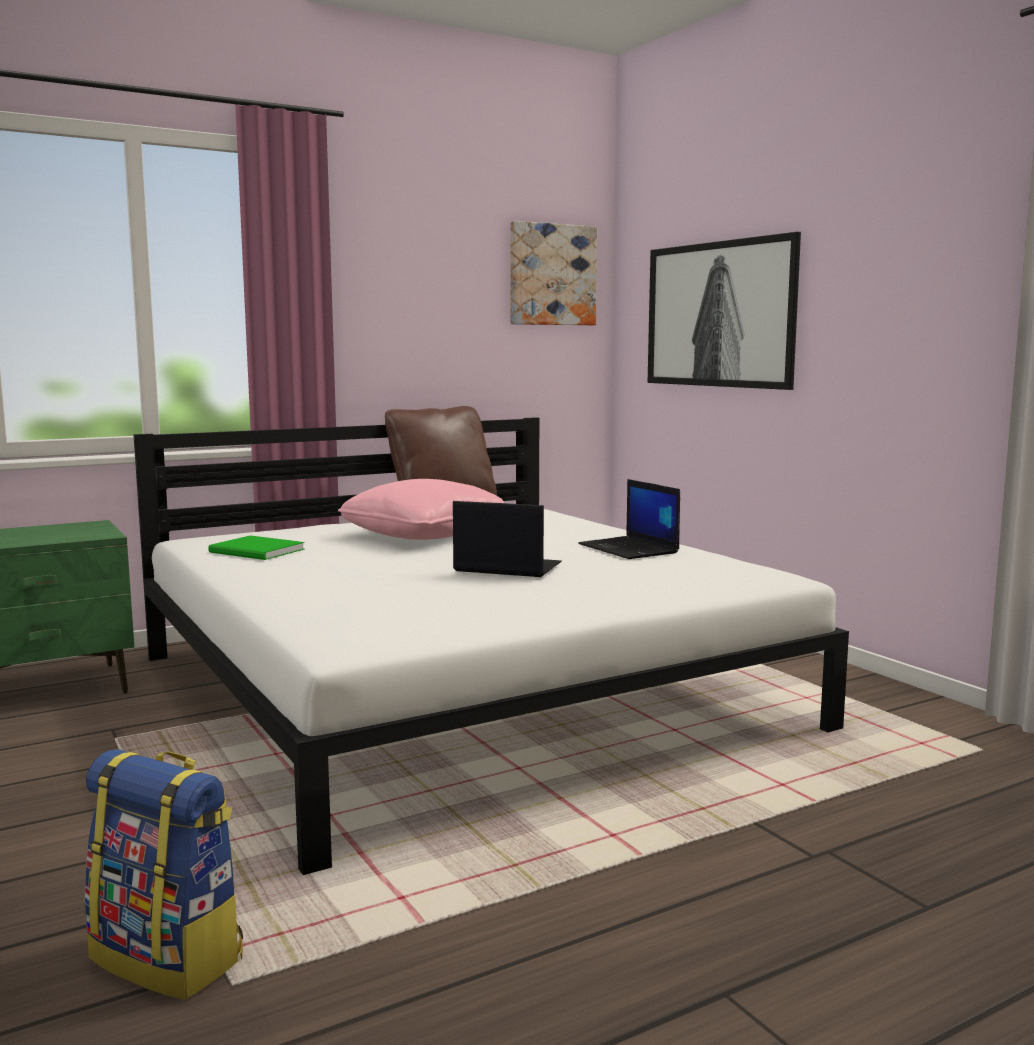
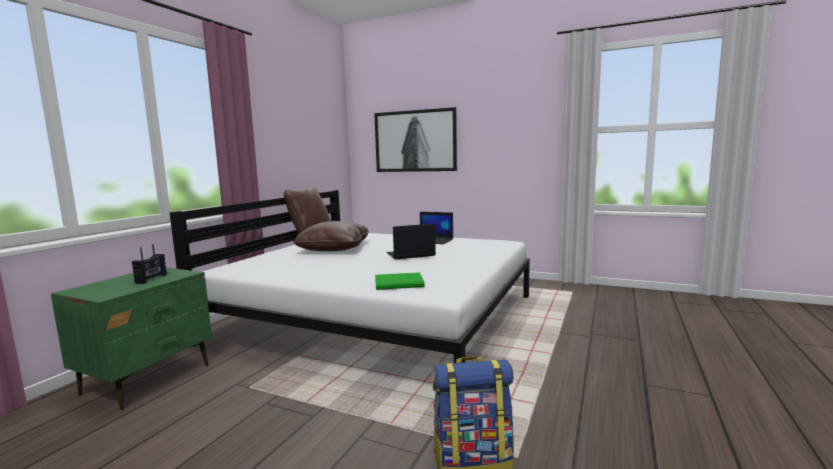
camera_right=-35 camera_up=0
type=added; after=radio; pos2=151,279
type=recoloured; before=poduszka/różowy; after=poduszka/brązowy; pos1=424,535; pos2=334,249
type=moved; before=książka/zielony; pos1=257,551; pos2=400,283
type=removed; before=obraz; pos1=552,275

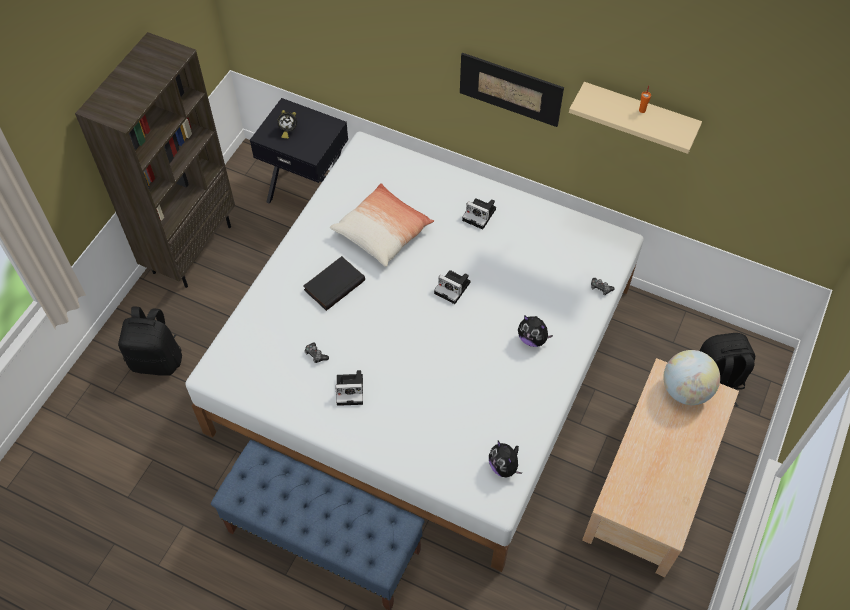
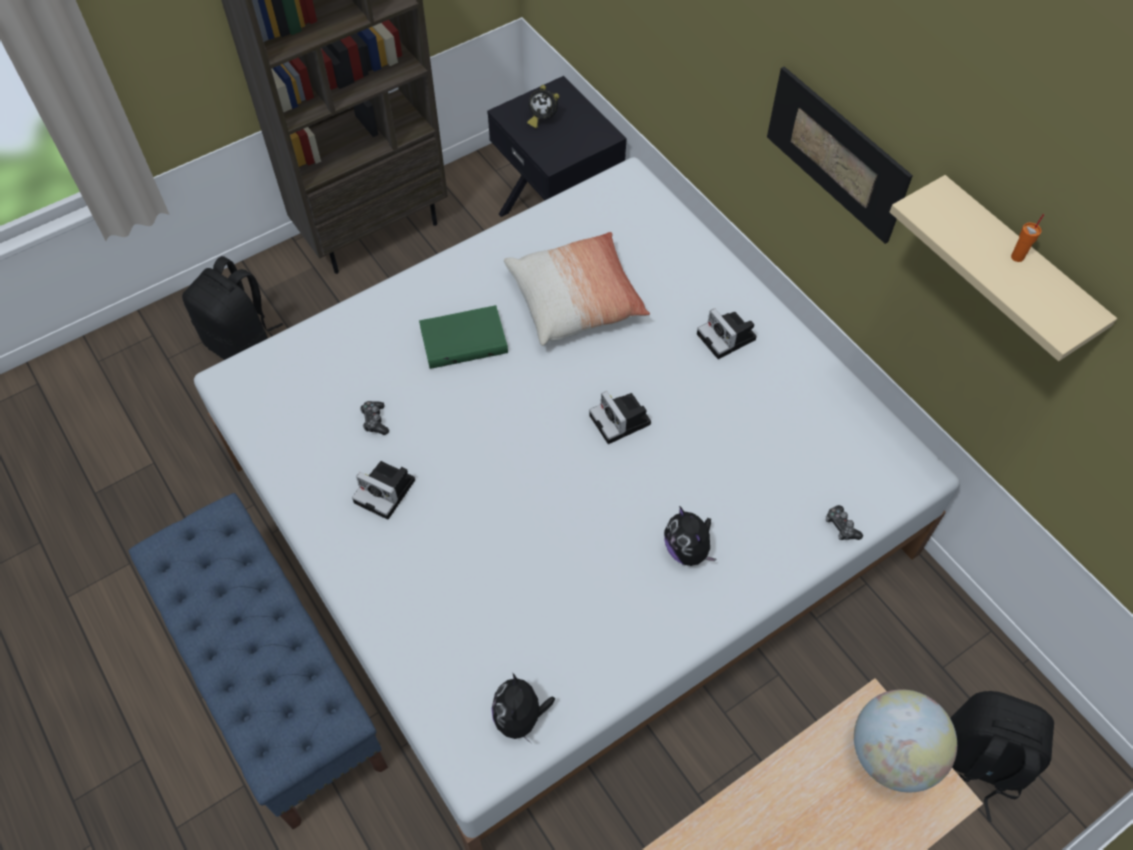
camera_right=30 camera_up=0
type=recoloured; before=książka/czarny; after=książka/zielony; pos1=334,284; pos2=464,339

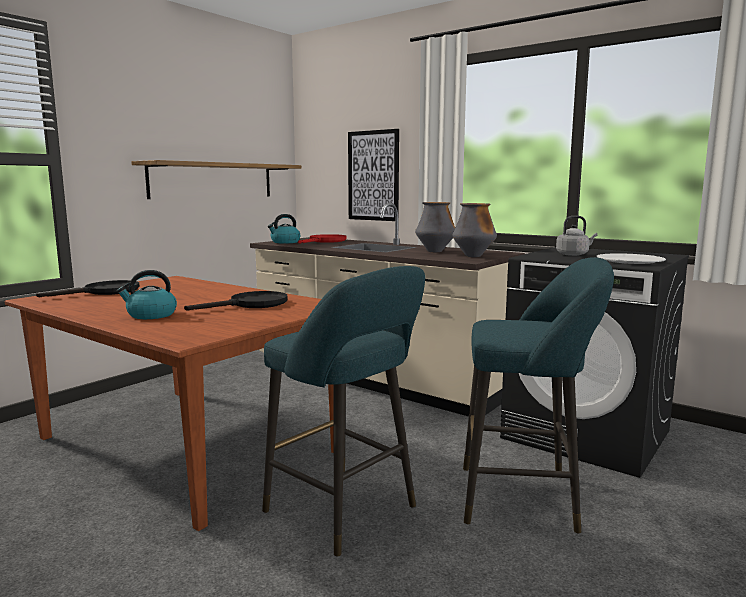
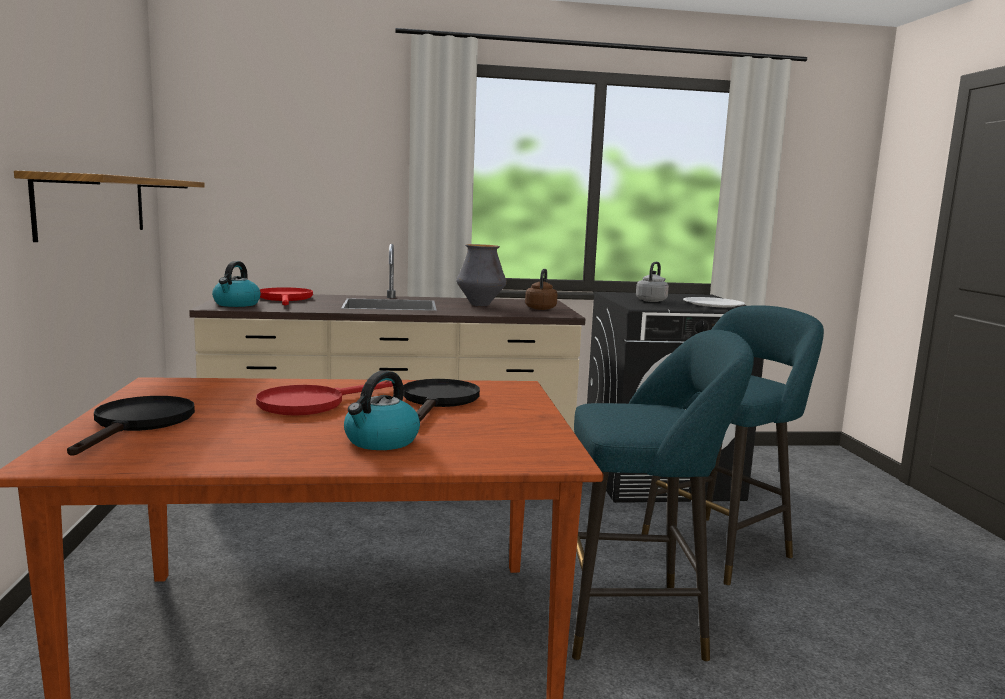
camera_right=-45 camera_up=0
type=added; after=patelnia/czerwony; pos2=311,403
type=replaced; before=wazon; after=czajnik/brązowy; pos1=473,256; pos2=541,308
type=removed; before=obraz; pos1=373,176

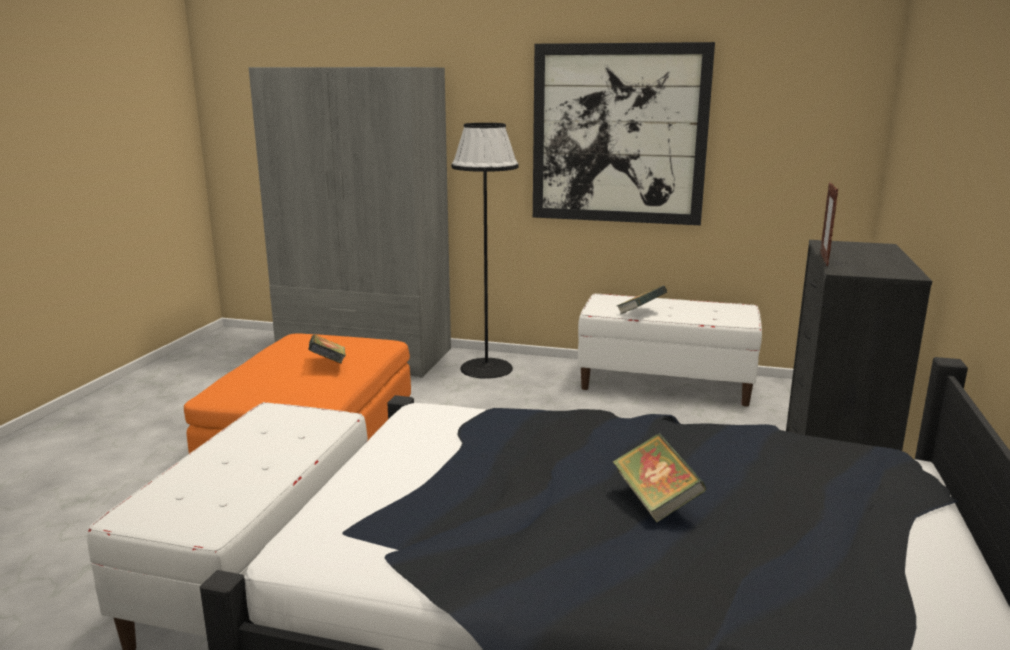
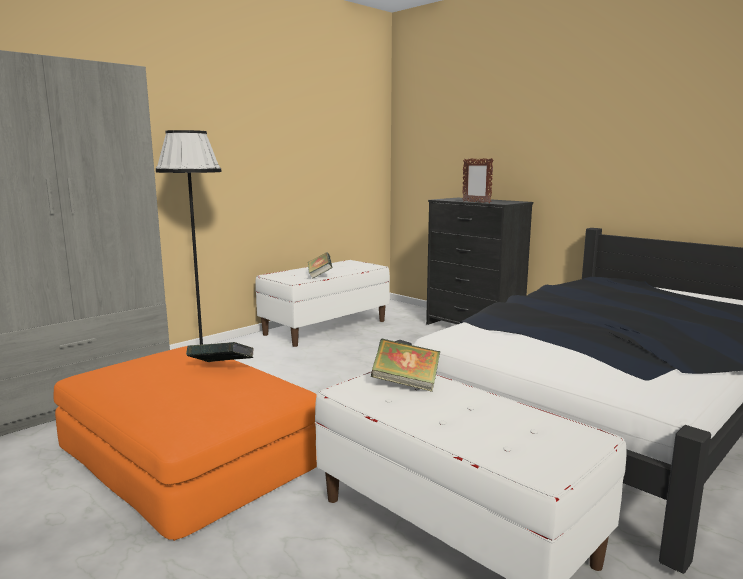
camera_right=-60 camera_up=-5
type=moved; before=książka; pos1=656,500; pos2=406,383
type=removed; before=obraz; pos1=618,134

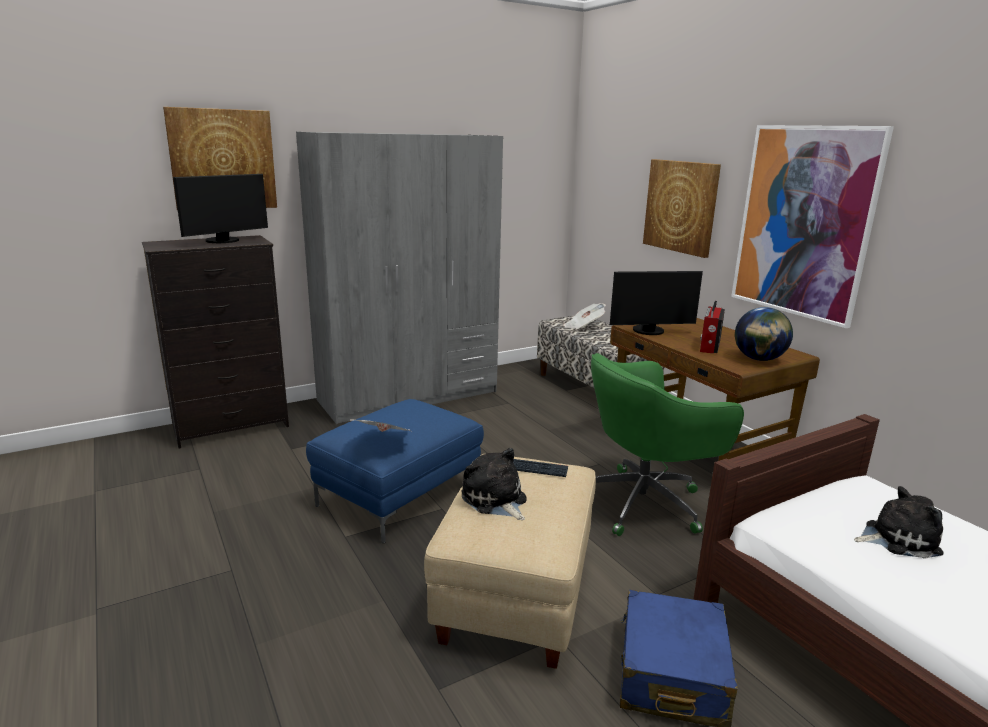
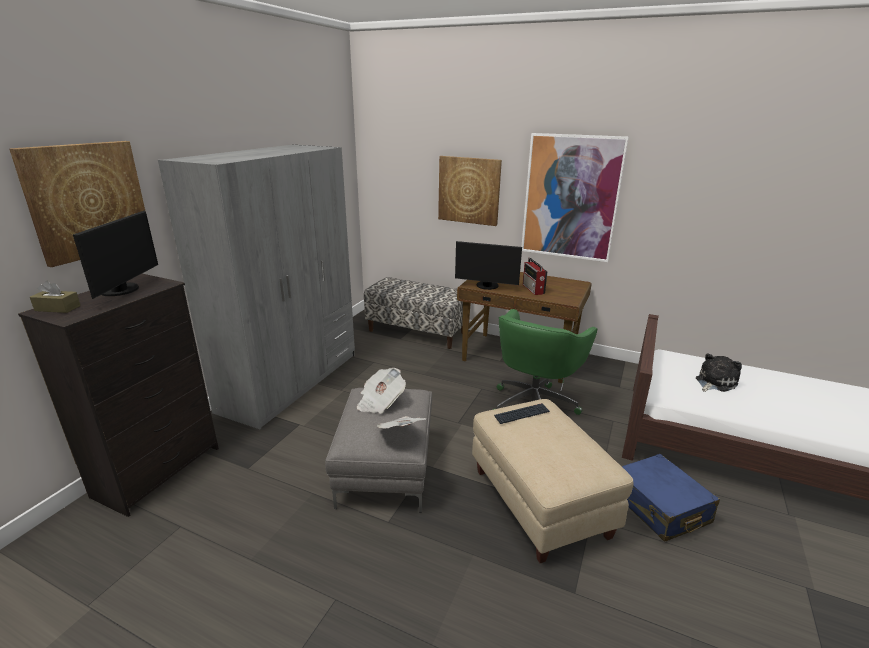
camera_right=-35 camera_up=5
type=added; after=pudełko chusteczek/brązowy; pos2=58,308
type=recoloured; before=pufa/niebieski; after=pufa/szary; pos1=399,493; pos2=385,467
type=moved; before=gazeta; pos1=583,326; pos2=380,402
type=turned; before=monitor; pos1=649,331; pos2=487,286; turn=60
type=removed; before=pluszak; pos1=495,500
type=removed; before=globus; pos1=759,359

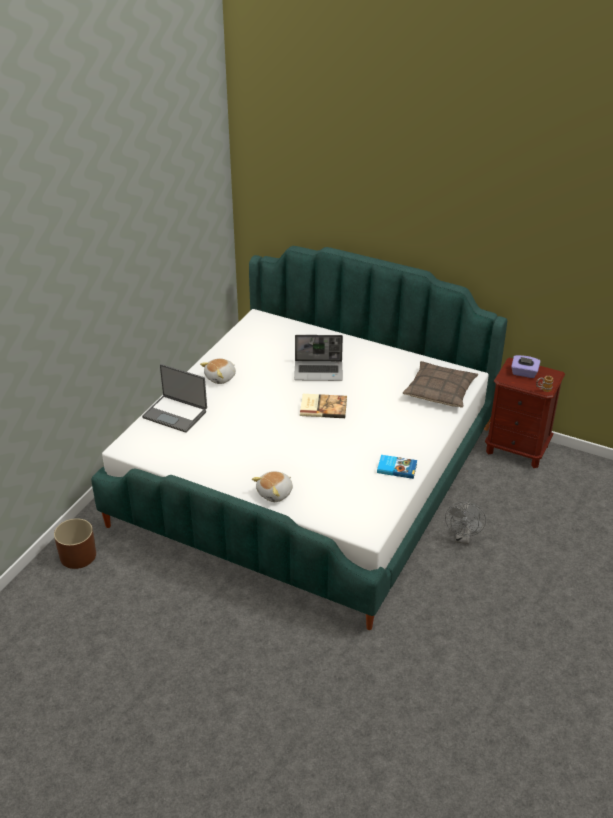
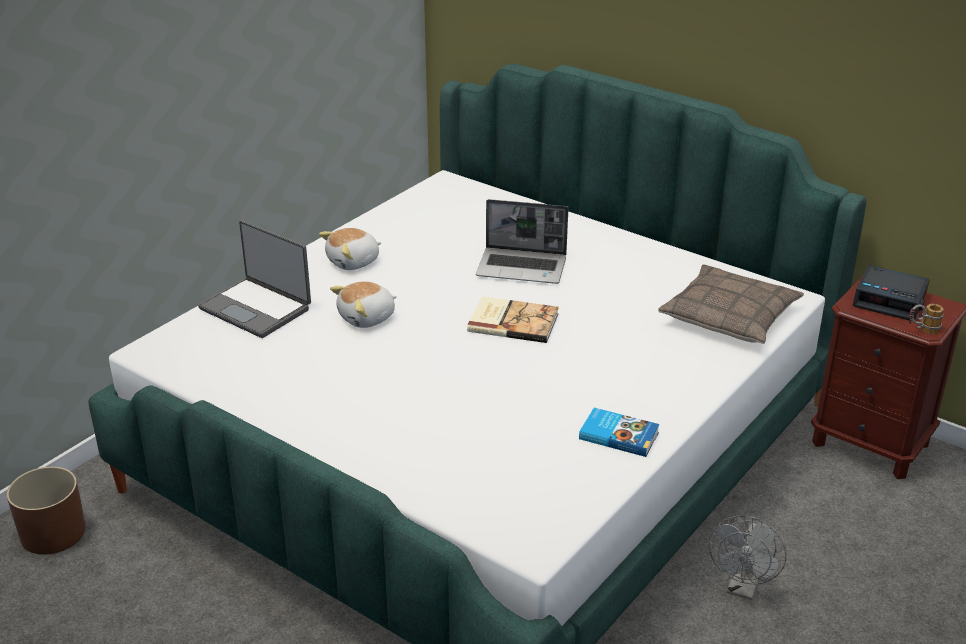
camera_right=10 camera_up=-5
type=moved; before=pluszak; pos1=275,493; pos2=367,318
type=replaced; before=pudełko chusteczek/fioletowy; after=budzik; pos1=524,373; pos2=890,300

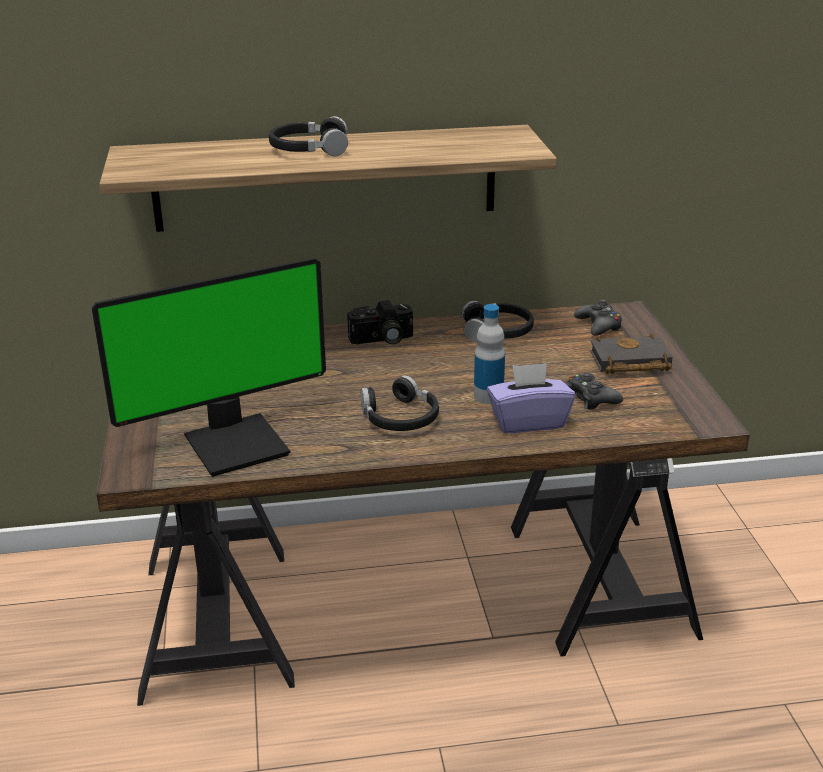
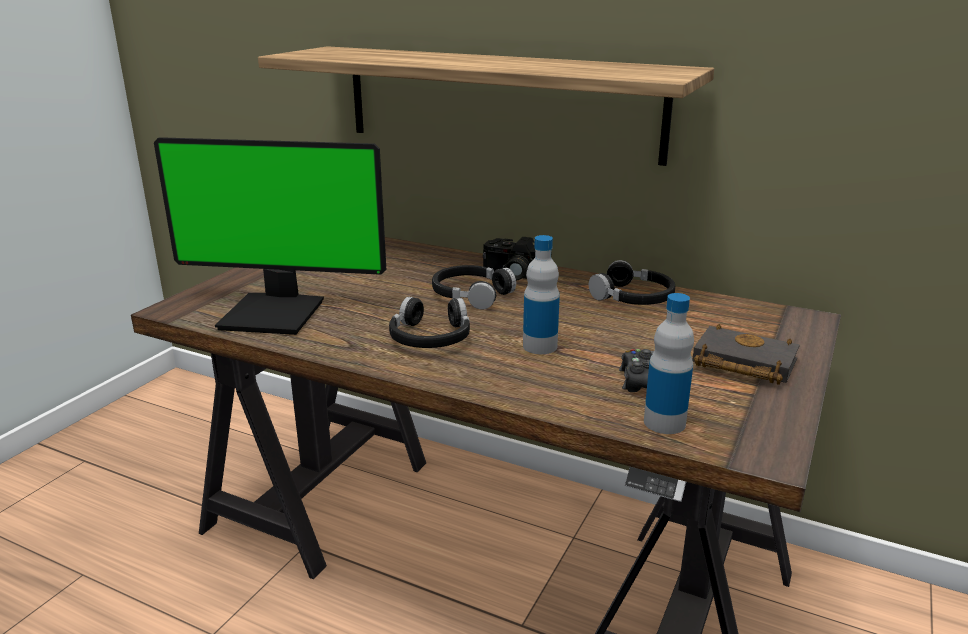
camera_right=35 camera_up=-5
type=moved; before=słuchawki/czarny; pos1=309,149; pos2=471,295
type=added; after=butelka; pos2=664,422
type=removed; before=pudełko chusteczek/fioletowy; pos1=528,421
type=removed; before=pad do gier/czarny; pos1=598,326

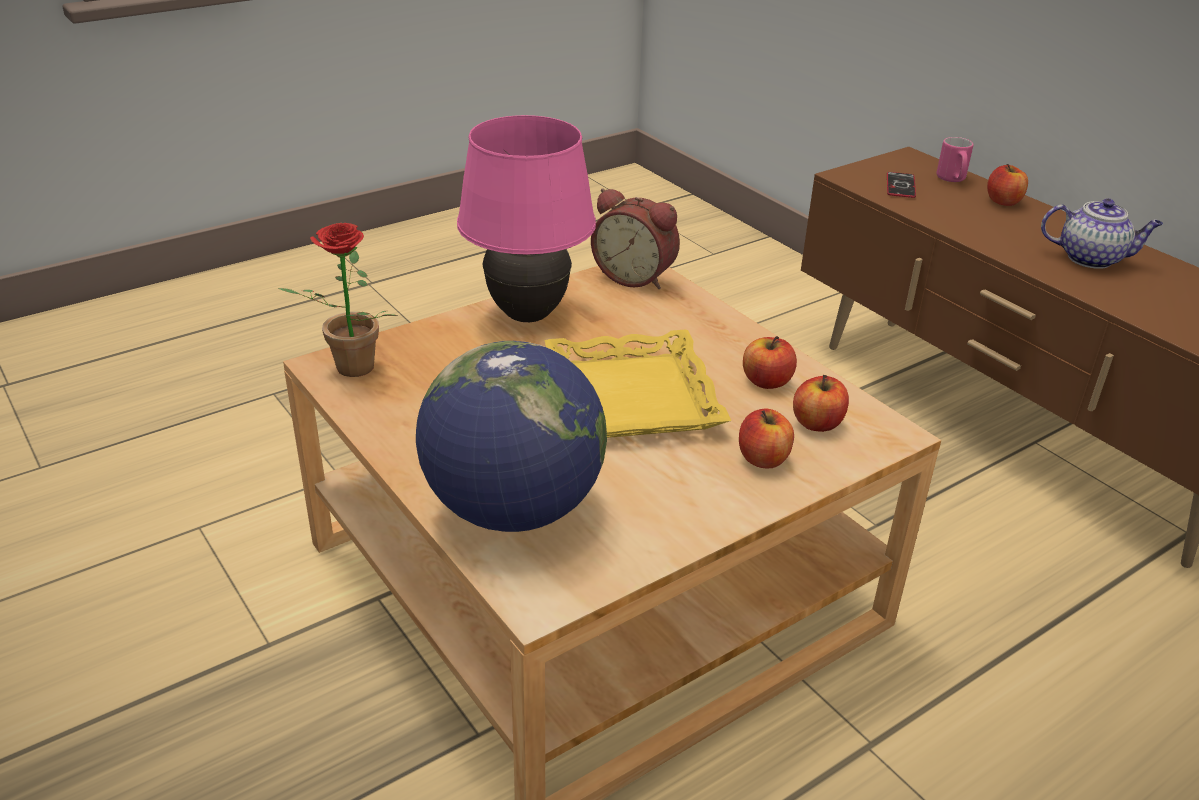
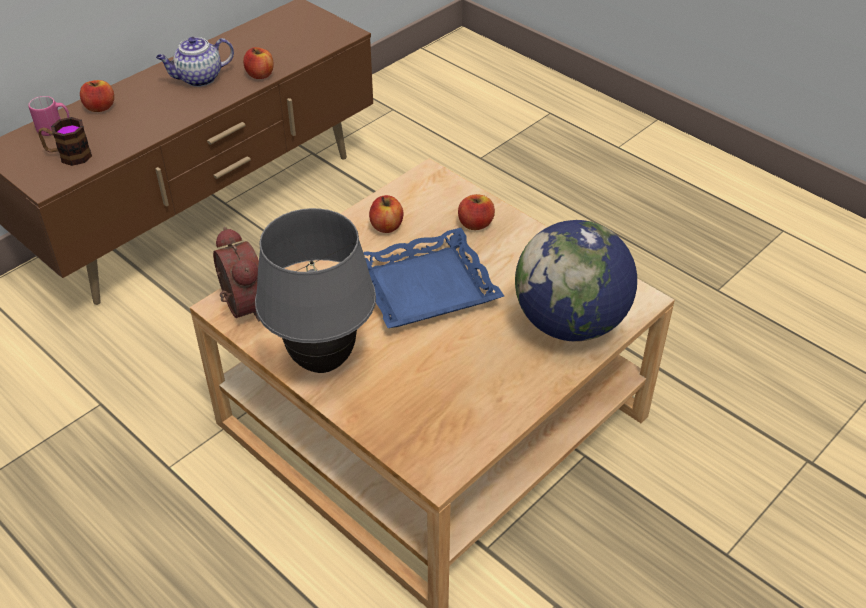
camera_right=-100 camera_up=10
type=replaced; before=telefon; after=kubek; pos1=900,186; pos2=68,156
type=turned; before=imbryk; pos1=1091,258; pos2=198,79; turn=-120
type=turned; before=budzik; pos1=635,276; pos2=241,306; turn=-45
type=moved; before=jabłko; pos1=817,423; pos2=260,75
type=recoloured; before=lampa stołowa/różowy; after=lampa stołowa/szary; pos1=527,314; pos2=322,362
type=recoloured; before=taca/żółty; after=taca/niebieski; pos1=630,397; pos2=426,287
type=removed; before=roślina doniczkowa; pos1=348,370

